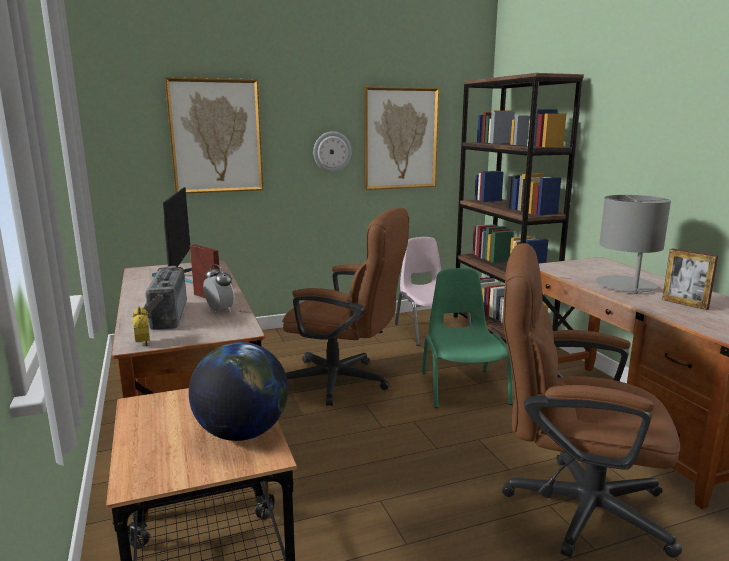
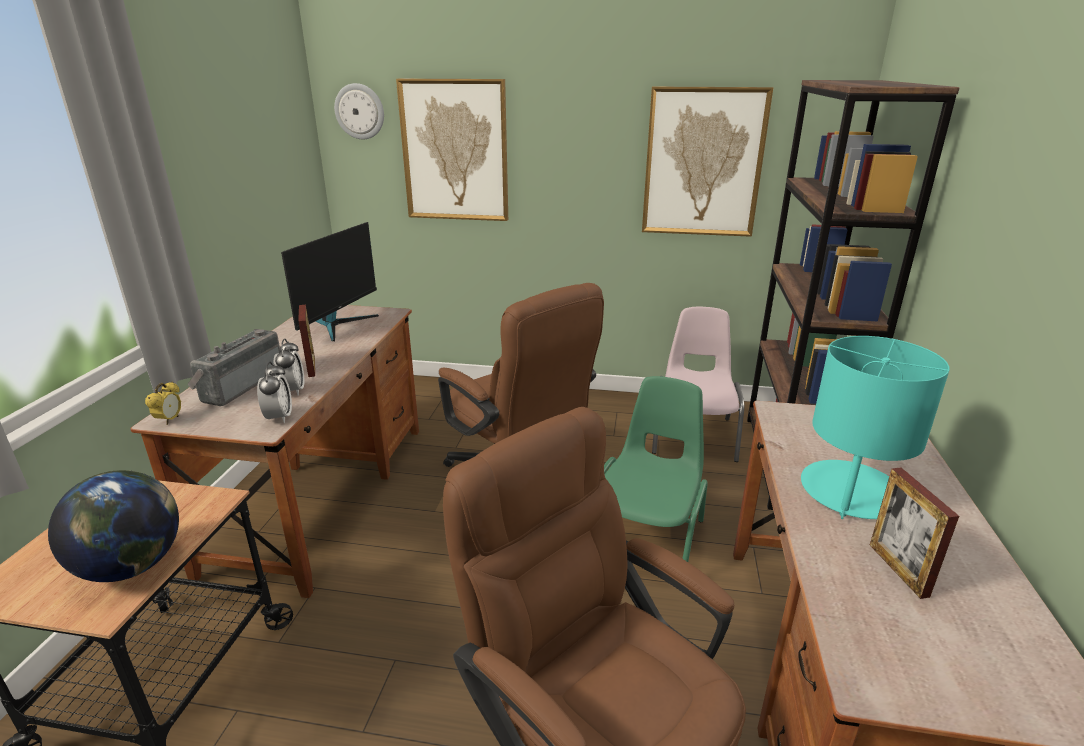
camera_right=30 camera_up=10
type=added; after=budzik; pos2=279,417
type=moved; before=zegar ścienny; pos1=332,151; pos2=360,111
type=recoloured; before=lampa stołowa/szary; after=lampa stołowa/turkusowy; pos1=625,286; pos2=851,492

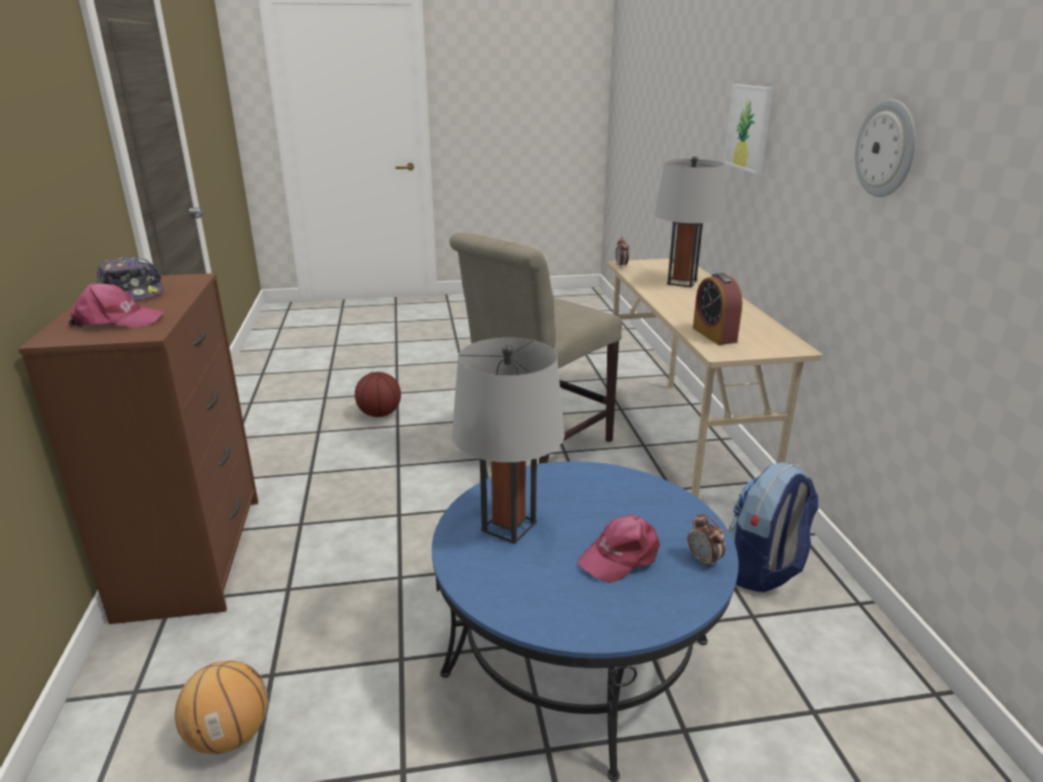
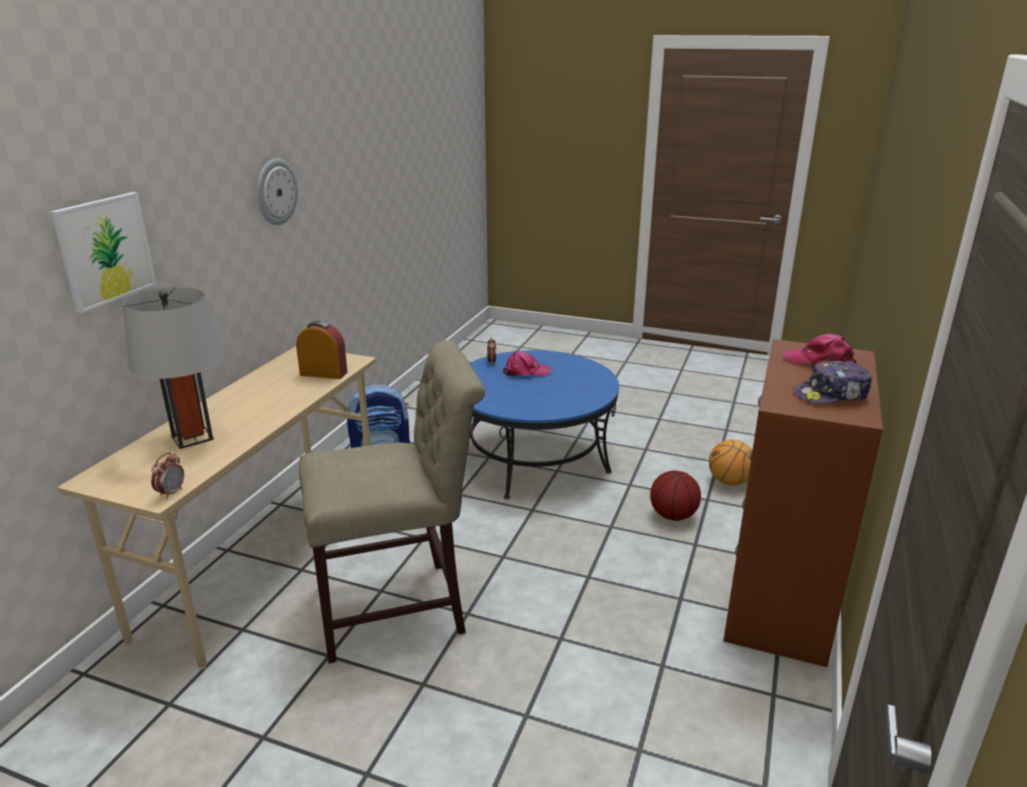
camera_right=-150 camera_up=0
type=turned; before=budzik; pos1=714,335; pos2=323,373; turn=-90
type=moved; before=piłka do koszykówki; pos1=379,414; pos2=673,516
type=turned; before=czapka z daszkiem; pos1=133,292; pos2=831,395; turn=-90
type=removed; before=lampa stołowa/szary; pos1=509,526

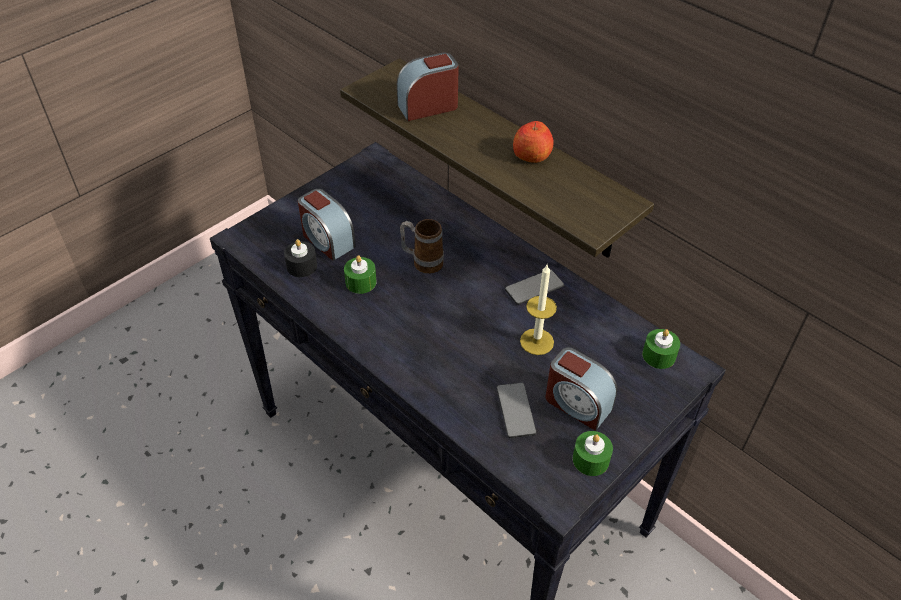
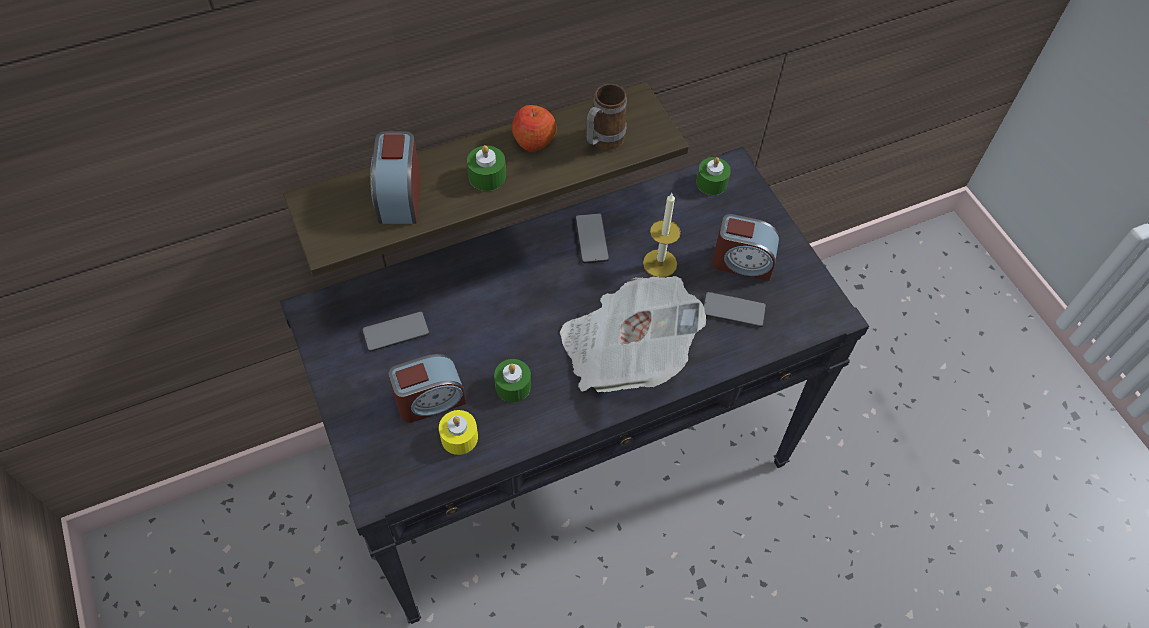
camera_right=-70 camera_up=10
type=added; after=telefon; pos2=396,332
type=recoloured; before=świeca/czarny; after=świeca/żółty; pos1=302,266; pos2=459,437
type=moved; before=świeca/zielony; pos1=590,460; pos2=487,176
type=added; after=gazeta; pos2=625,351
type=moved; before=kubek; pos1=422,262; pos2=602,142
type=turned; before=budzik; pos1=577,404; pos2=742,262; turn=45

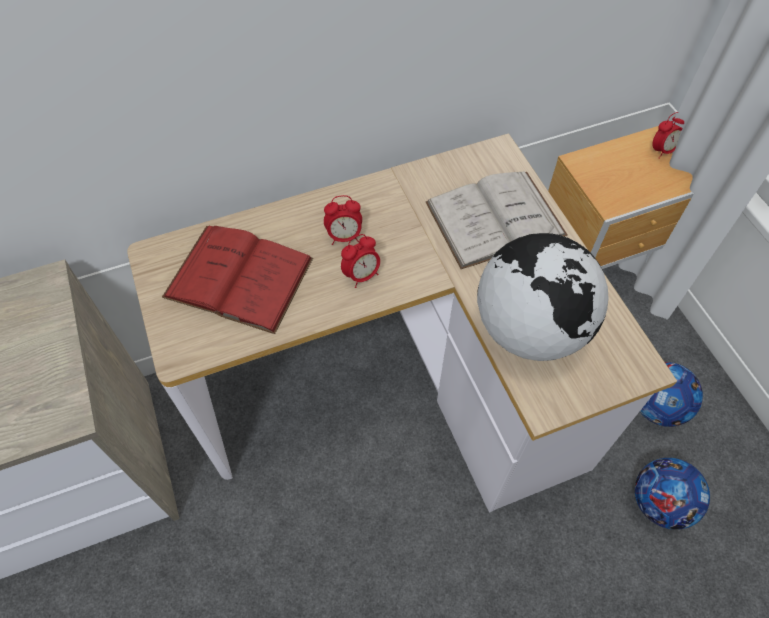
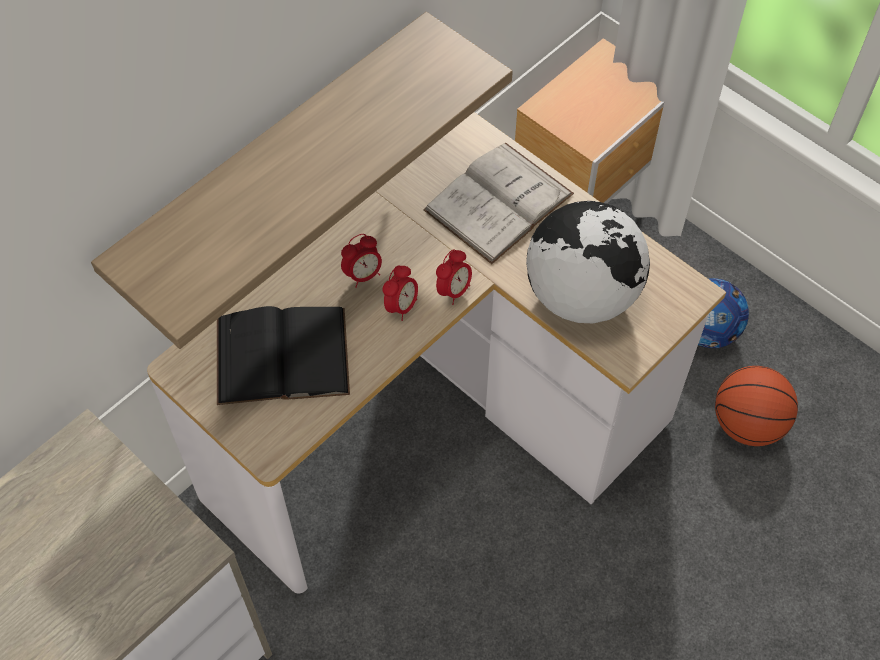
camera_right=-25 camera_up=0
type=added; after=półka; pos2=275,160
type=recoloured; before=książka/czerwony; after=książka/czarny; pos1=239,277; pos2=282,355
type=moved; before=budzik; pos1=662,151; pos2=453,291
type=replaced; before=piłka futbolowa; after=piłka do koszykówki; pos1=659,502; pos2=747,424

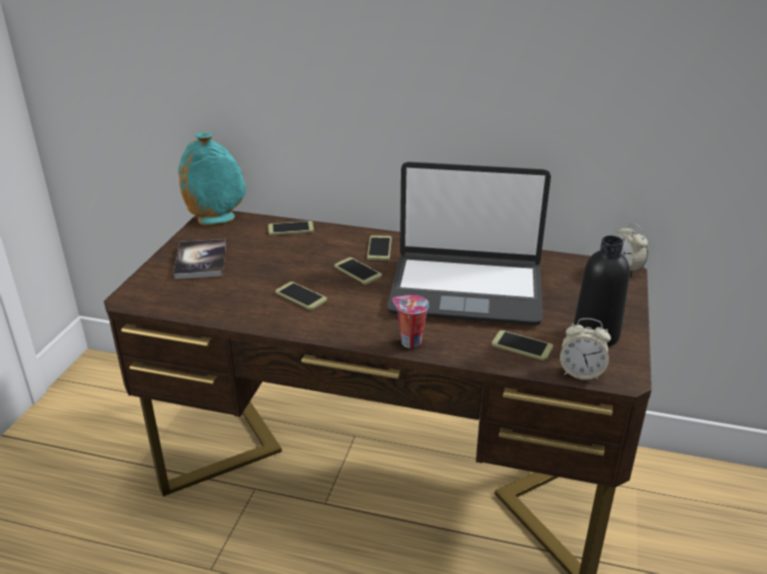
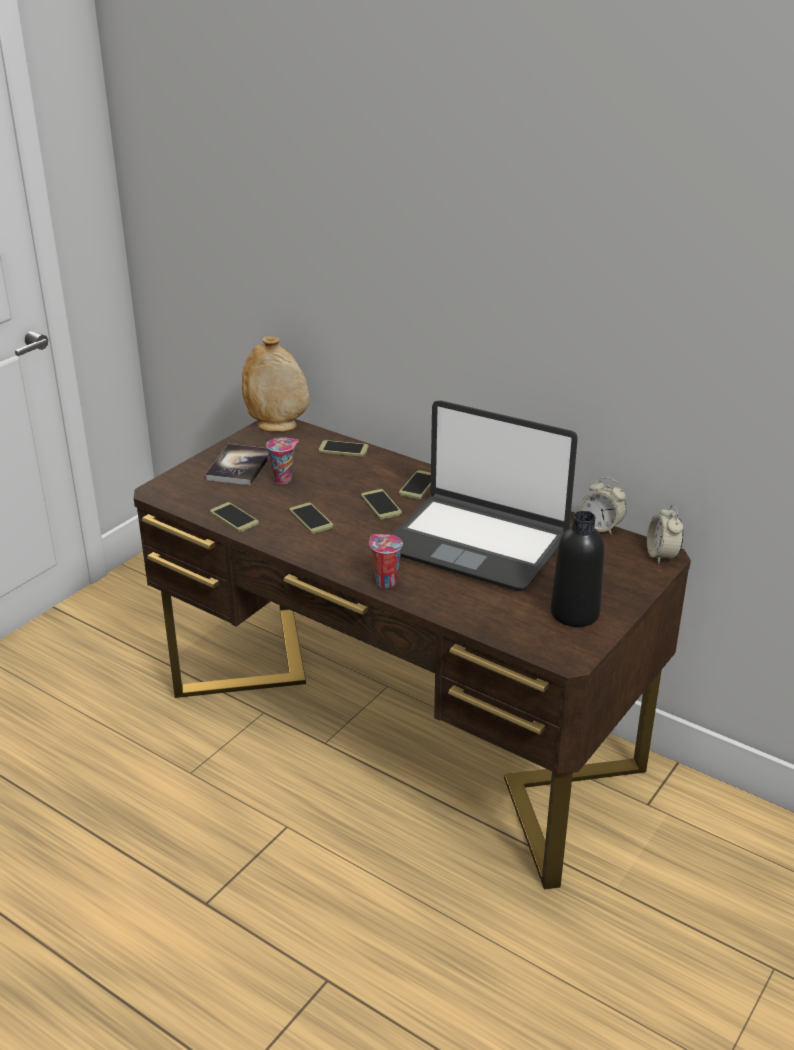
camera_right=20 camera_up=0
type=moved; before=telefon; pos1=521,346; pos2=234,518
type=recoloured; before=wazon/turkusowy; after=wazon/beżowy; pos1=217,219; pos2=277,427
type=added; after=filiżanka; pos2=283,479
type=moved; before=budzik; pos1=581,372; pos2=601,527

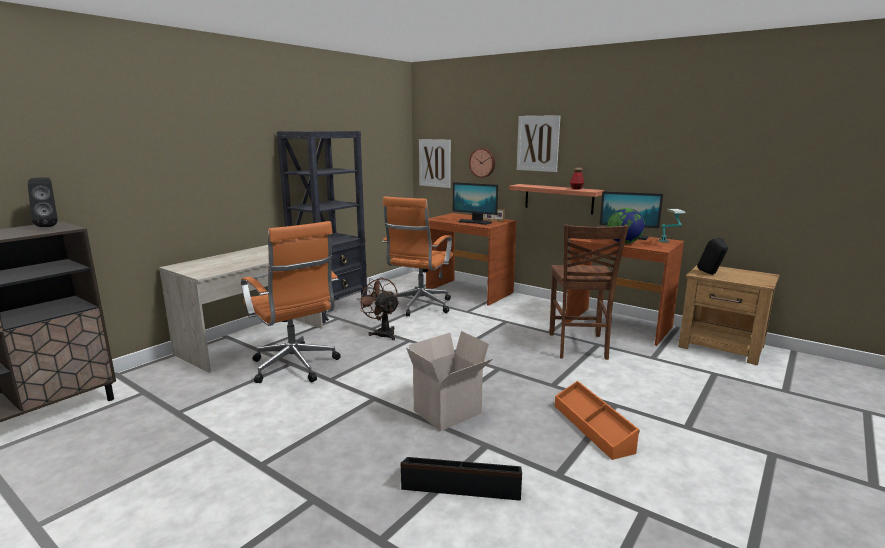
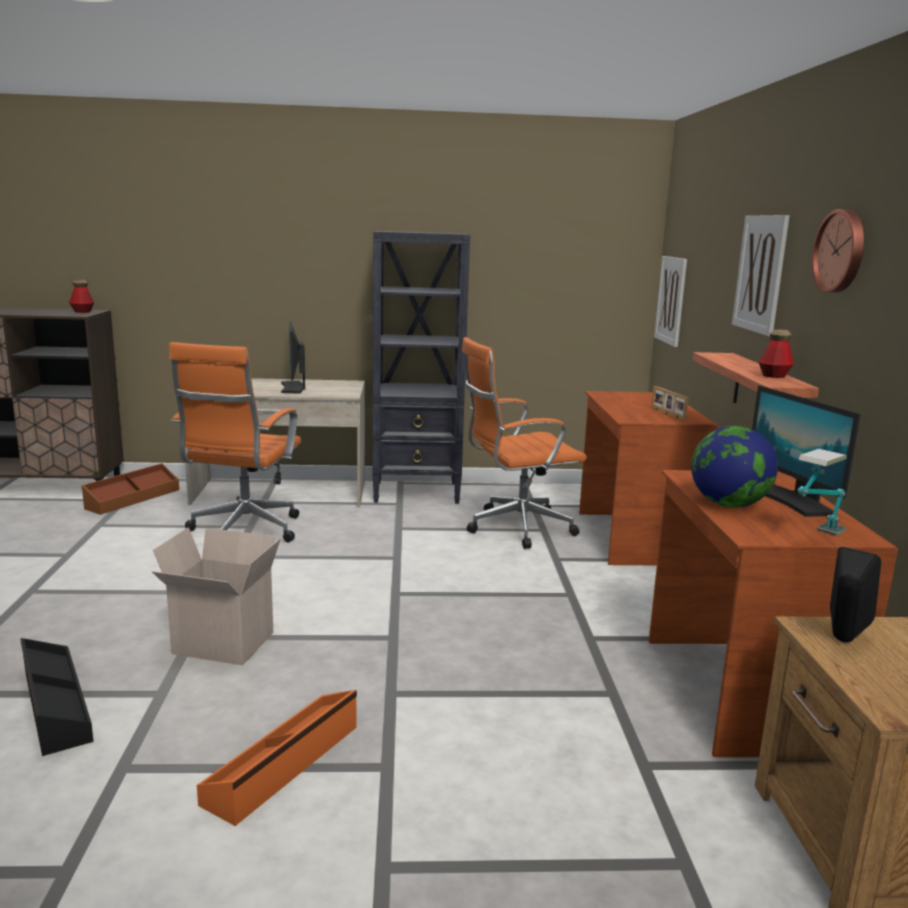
camera_right=50 camera_up=0
type=replaced; before=głośnik/czarny; after=butelka; pos1=49,226; pos2=82,311
type=added; after=pojemnik do przechowywania/brązowy; pos2=132,498
type=moved; before=monitor; pos1=474,222; pos2=293,388
type=moved; before=zegar ścienny; pos1=482,162; pos2=841,251
type=removed; before=wentylator/brązowy; pos1=382,333
type=removed; before=krzesło/brązowy; pos1=578,347

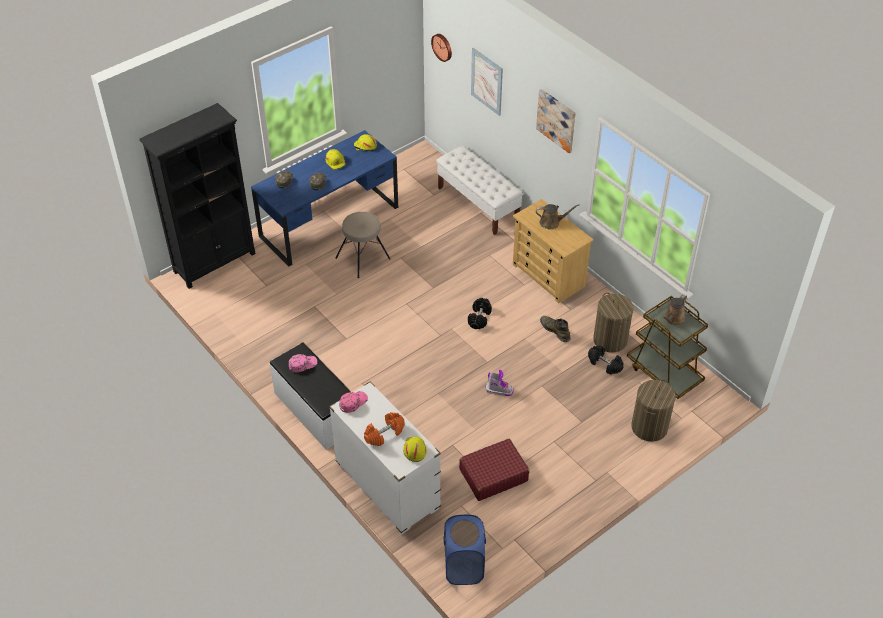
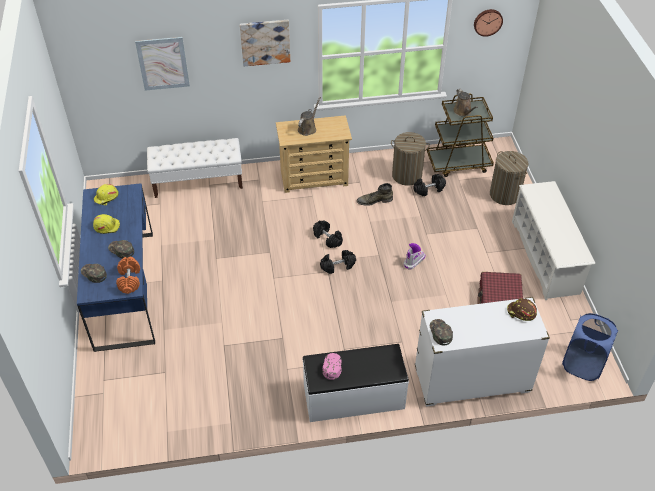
camera_right=-60 camera_up=0
type=moved; before=hantel/pomarańczowy; pos1=384,434; pos2=129,280
type=added; after=hantel/czarny; pos2=338,266
type=recoloured; before=czapka z daszkiem/różowy; after=czapka z daszkiem/zielony; pos1=353,402; pos2=440,333
type=moved; before=zegar ścienny; pos1=442,47; pos2=487,22
type=recoloured; before=kask/żółty; after=kask/brązowy; pos1=414,450; pos2=521,313
type=added; after=regał na buty/biały; pos2=545,257
type=removed; before=regał/czarny; pos1=215,262
type=removed; before=stołek/beżowy; pos1=363,258

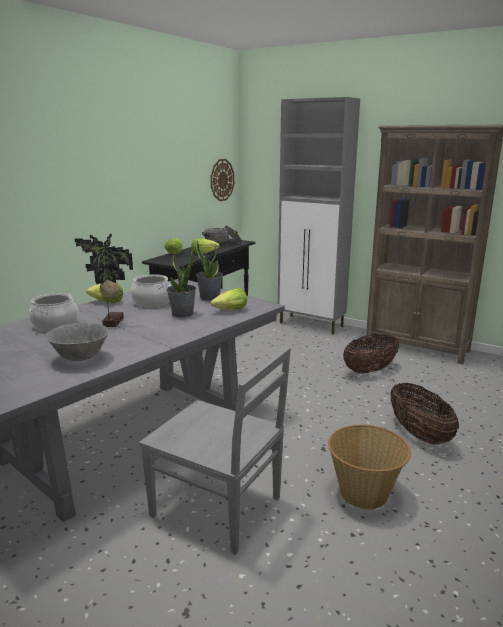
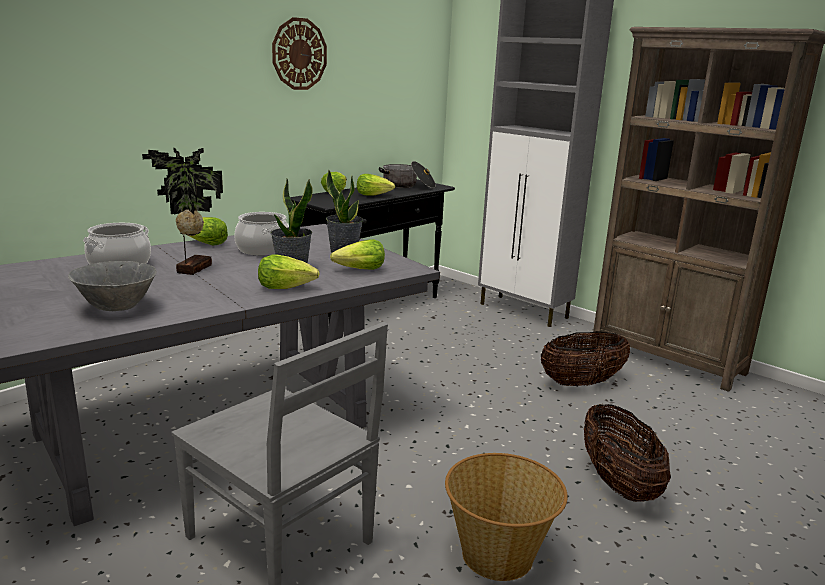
camera_right=10 camera_up=0
type=added; after=sałata; pos2=286,287
type=moved; before=zegar ścienny; pos1=222,180; pos2=299,54

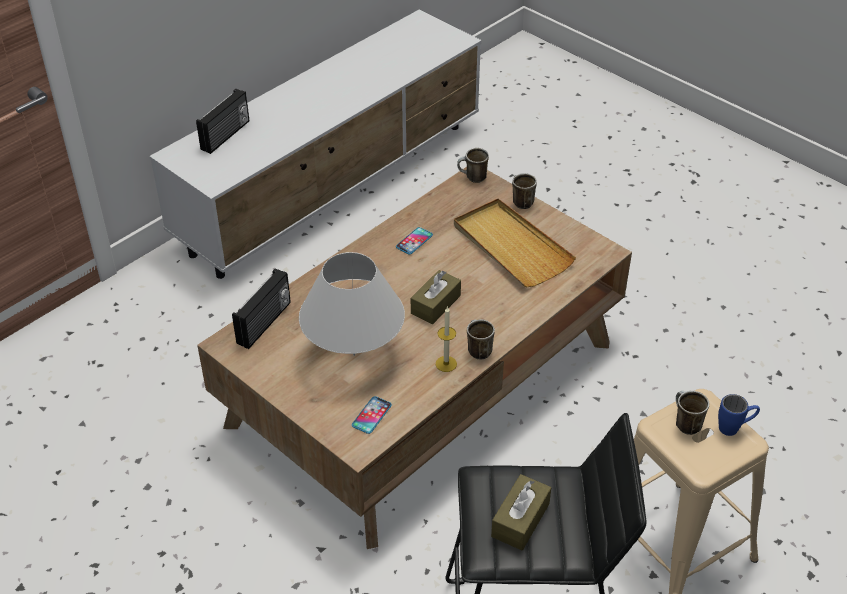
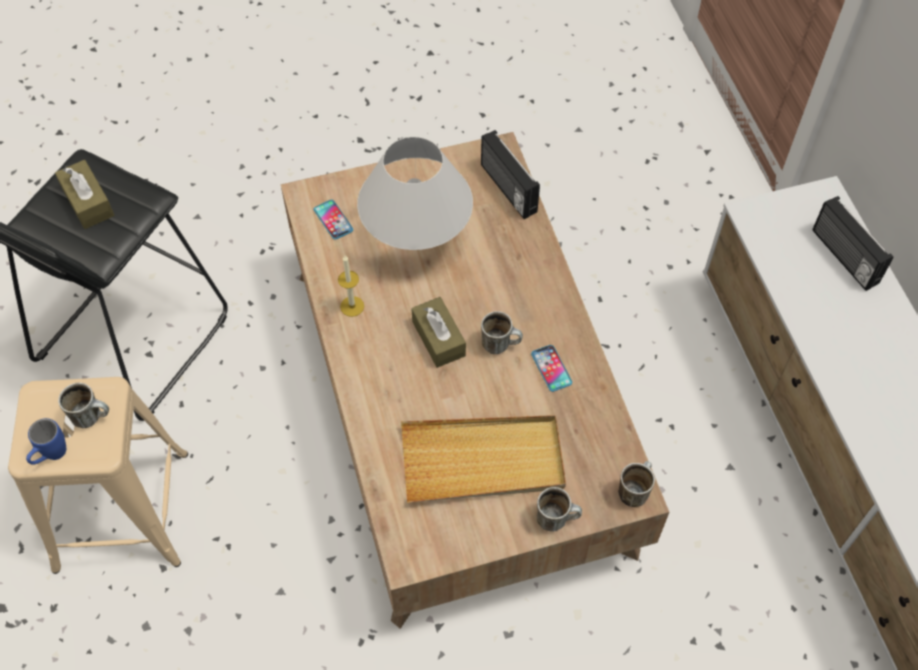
camera_right=120 camera_up=15
type=moved; before=kubek; pos1=477,350; pos2=500,344

